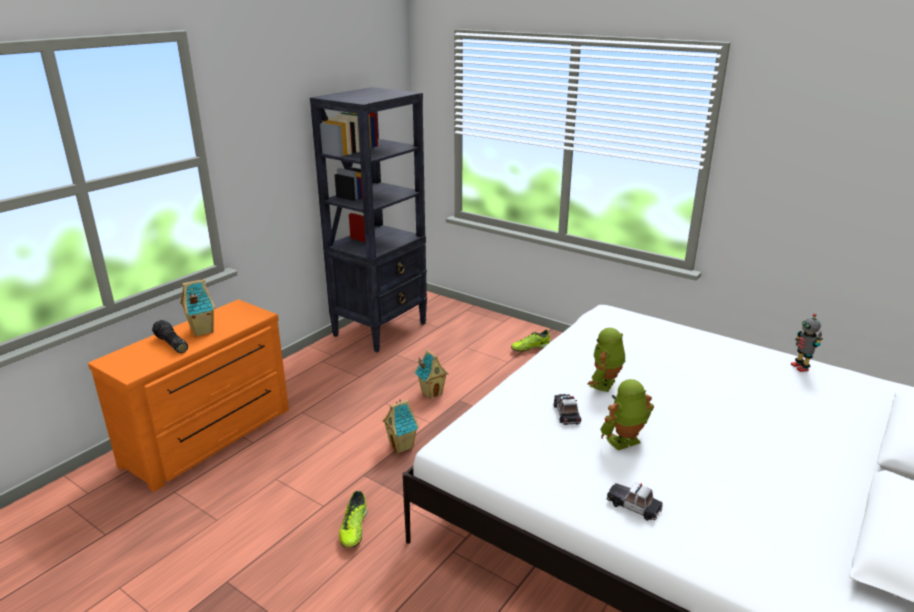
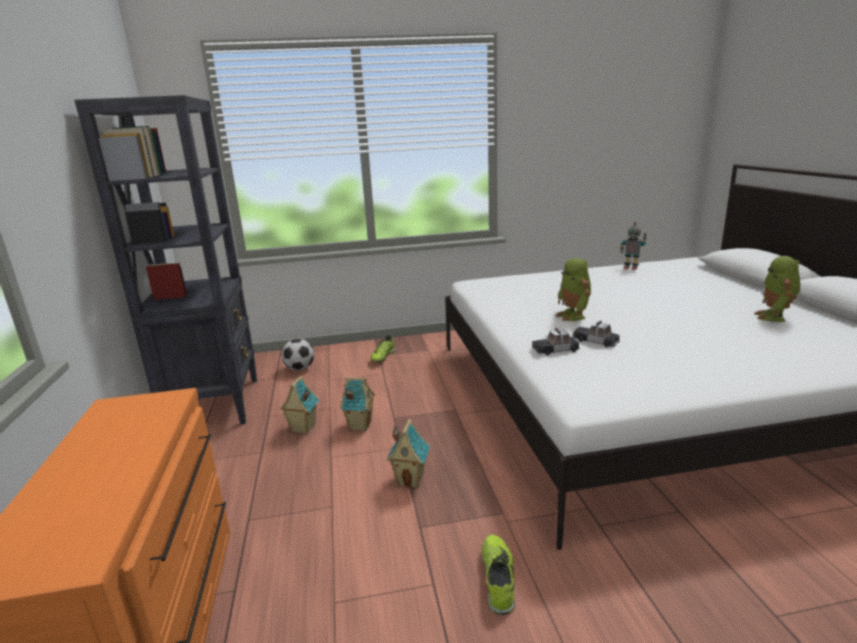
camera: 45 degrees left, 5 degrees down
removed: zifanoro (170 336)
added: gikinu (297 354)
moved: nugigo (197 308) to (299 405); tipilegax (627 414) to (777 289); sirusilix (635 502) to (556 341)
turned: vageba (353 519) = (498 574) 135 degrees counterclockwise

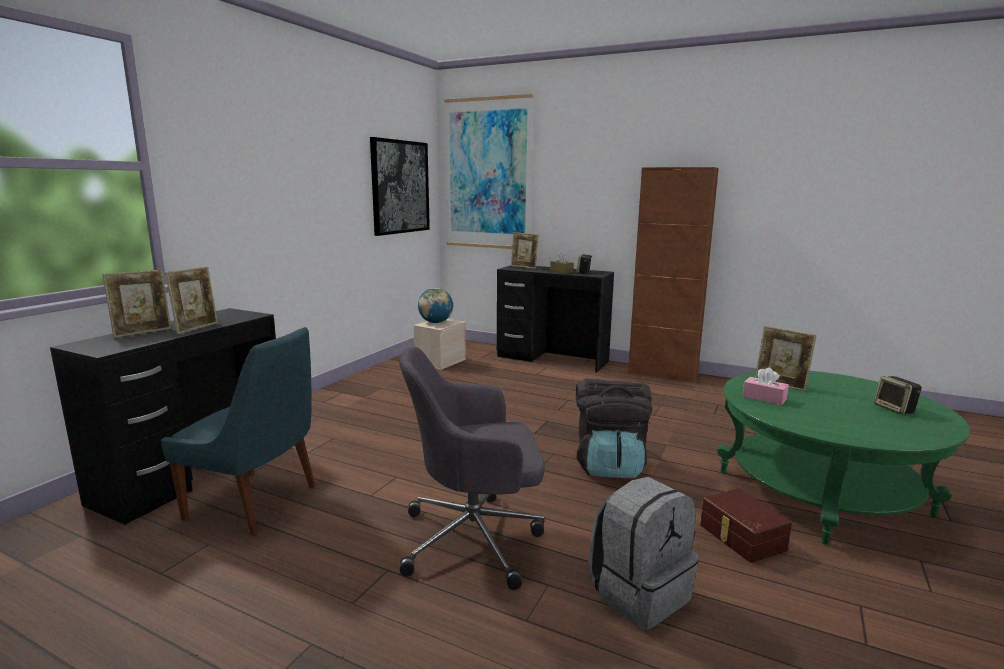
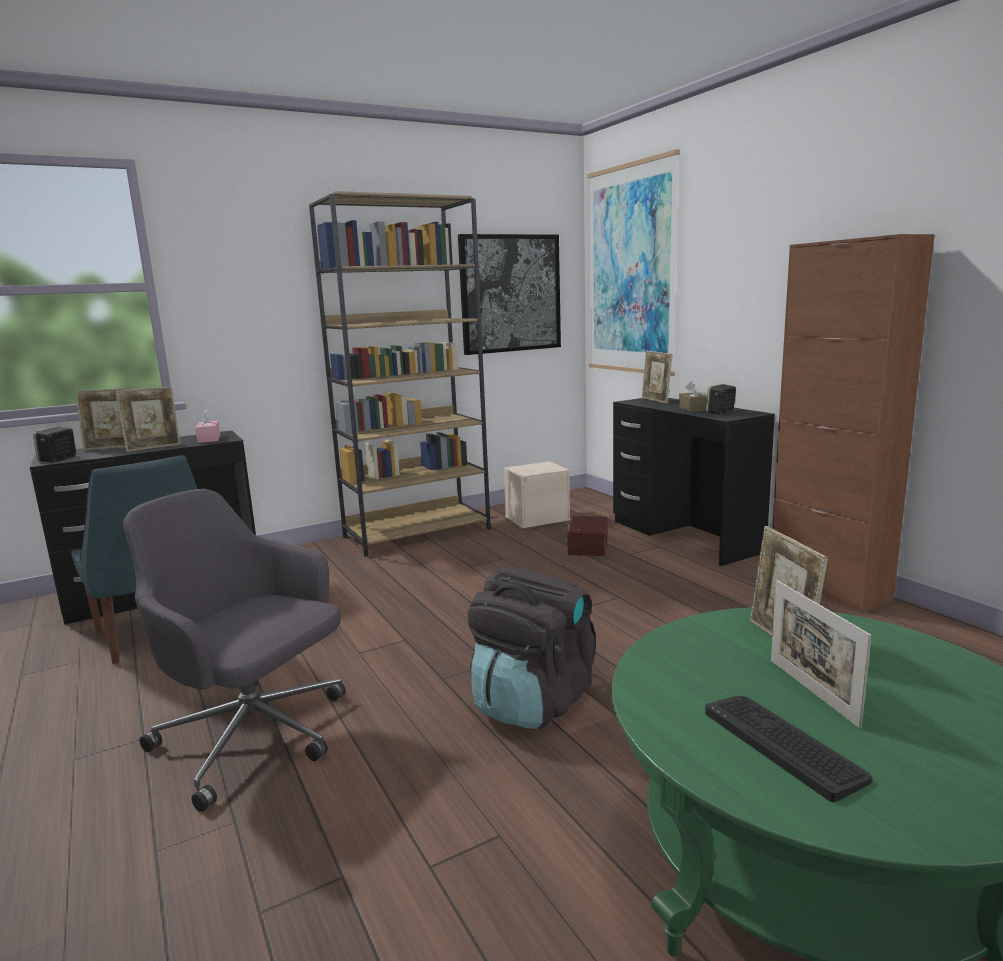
camera: 35 degrees right, 0 degrees up
removed: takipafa (435 305); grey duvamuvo (644 553)
added: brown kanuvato (400 374); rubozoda (789 749); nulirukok (821 654)
moved: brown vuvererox (746 525) to (587 536); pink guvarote (765 386) to (207 426); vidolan (898 395) to (54 444)

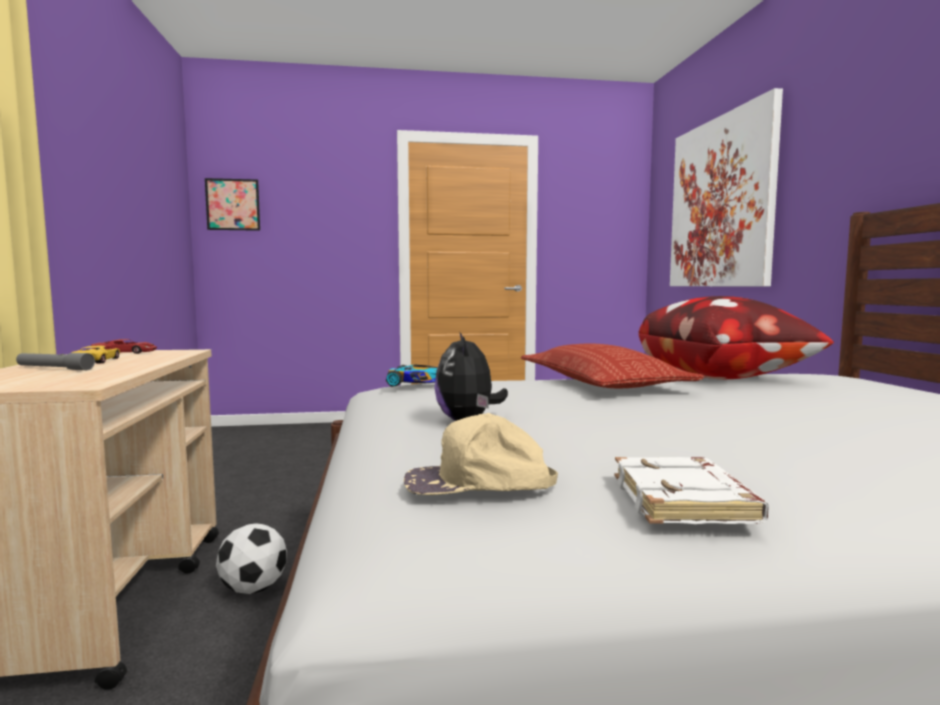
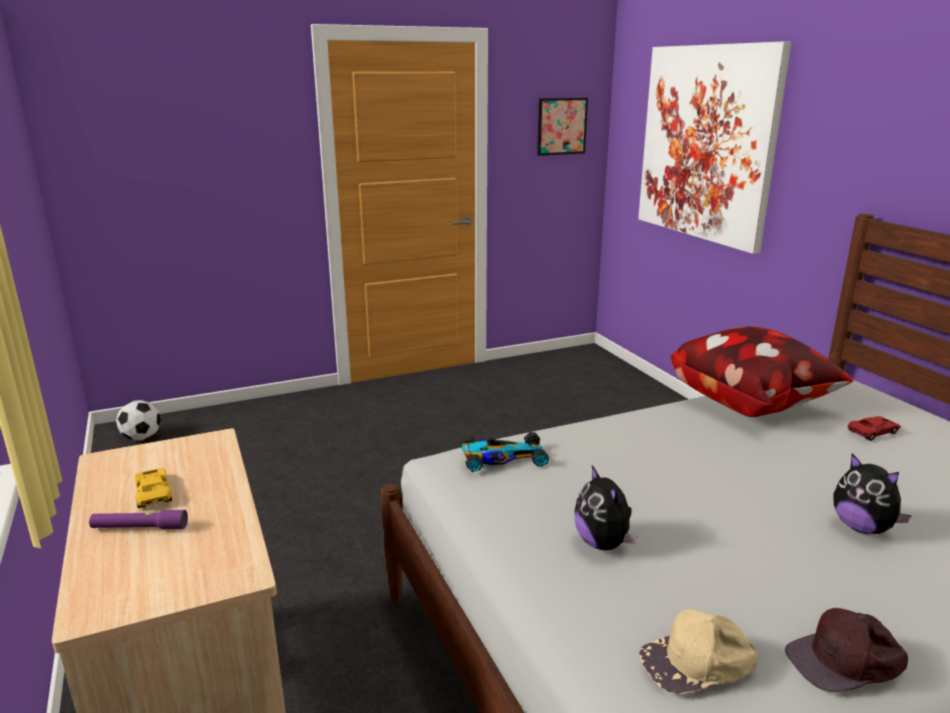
camera: 15 degrees left, 15 degrees up
removed: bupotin (612 365)
added: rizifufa (872 494)
moved: red sirusilix (124 346) to (874 428); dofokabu (232 204) to (562 127); gikinu (251 558) to (138 420)
replaced: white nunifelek (691 490) to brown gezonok (846 650)
recoloured: grey zifanoro (55 361) to purple zifanoro (138 519)

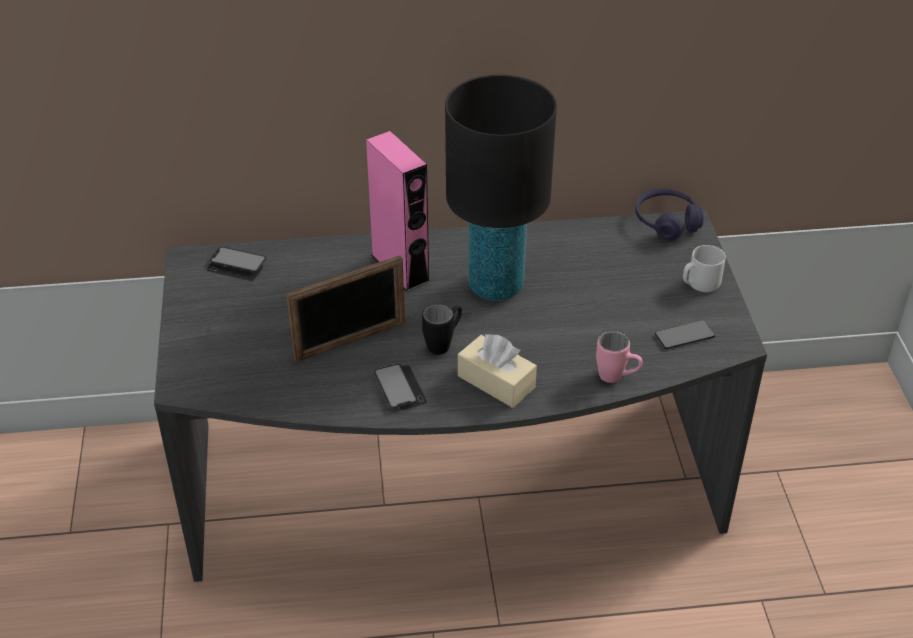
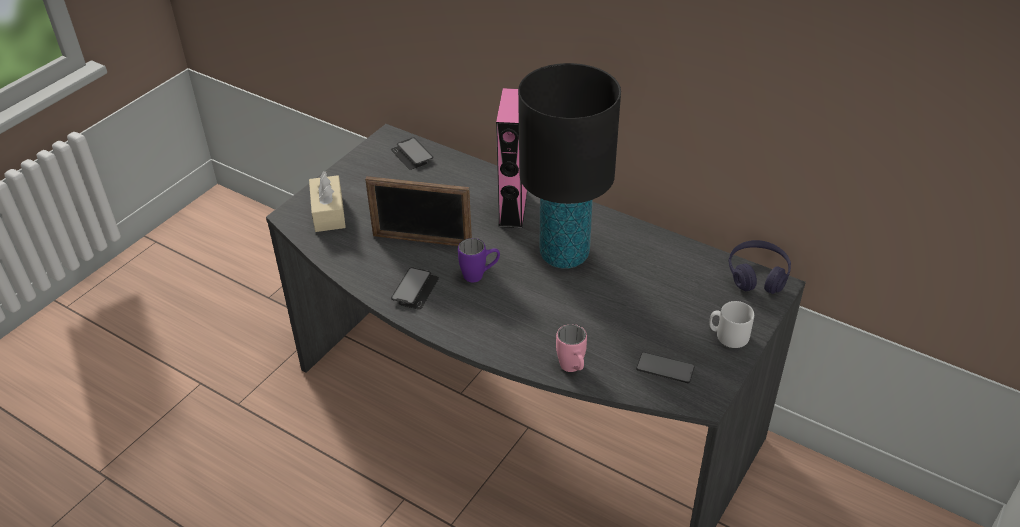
camera: 40 degrees right, 0 degrees up
moved: beige guvarote (497 371) to (327 201)
recoloured: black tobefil (442 329) to purple tobefil (479 260)

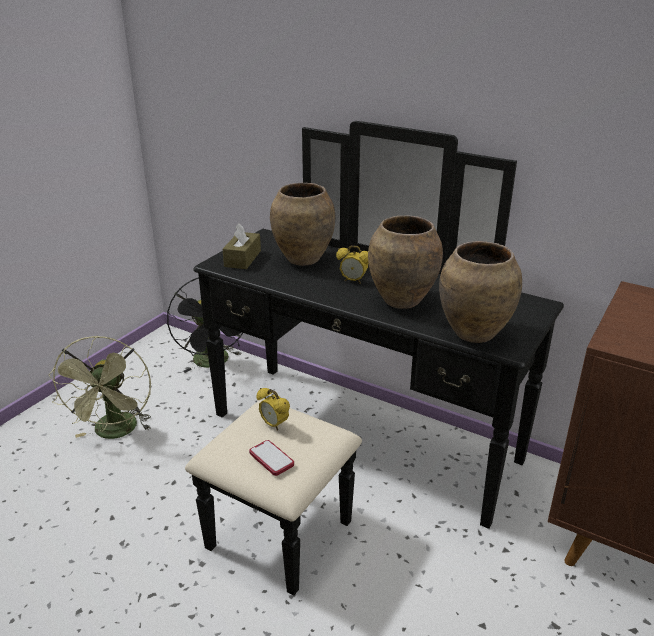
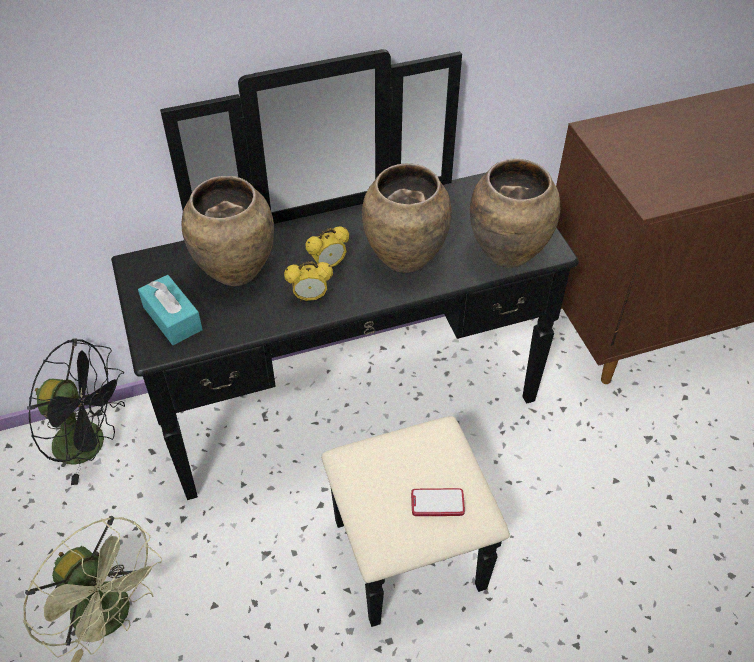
camera: 50 degrees left, 20 degrees up
moved: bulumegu (273 409) to (308 281)
recoloured: brown guvarote (242 246) to turquoise guvarote (170 310)

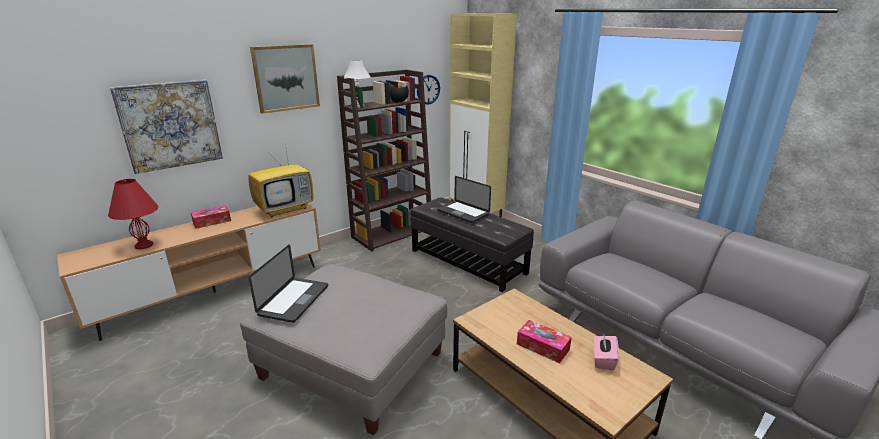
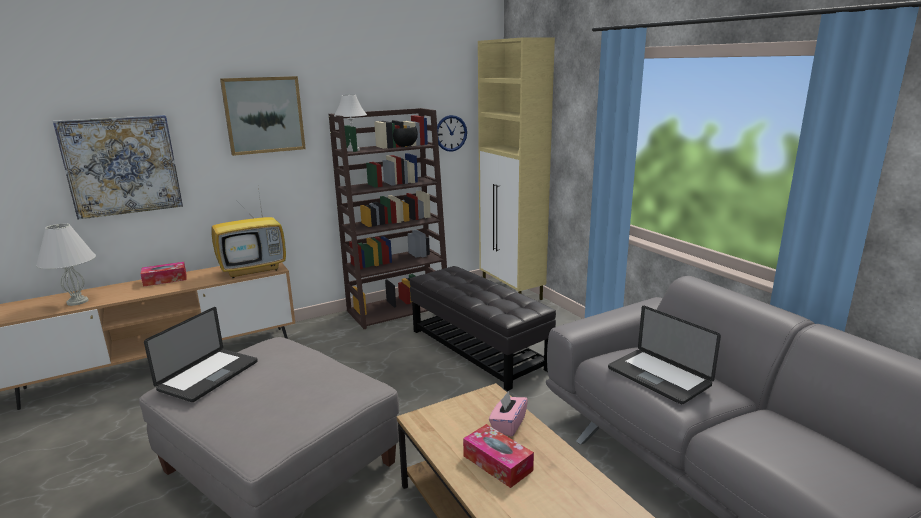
camera: 10 degrees right, 5 degrees down
moved: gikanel (464 199) to (664 355); pink guvarote (606 353) to (508 414)
recoloured: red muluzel (133 214) to white muluzel (66 264)

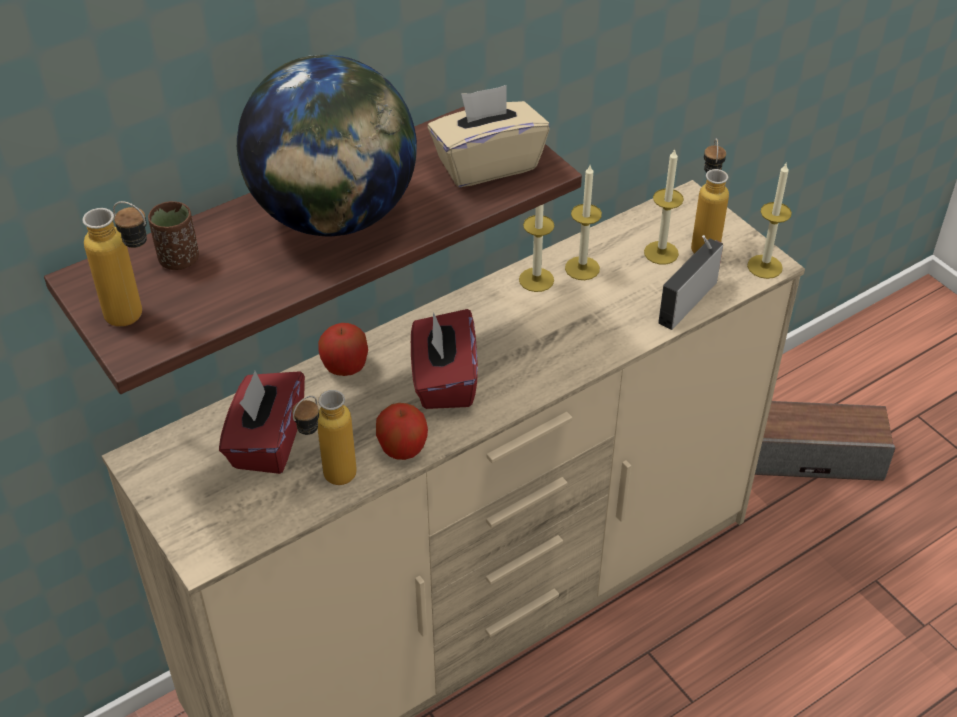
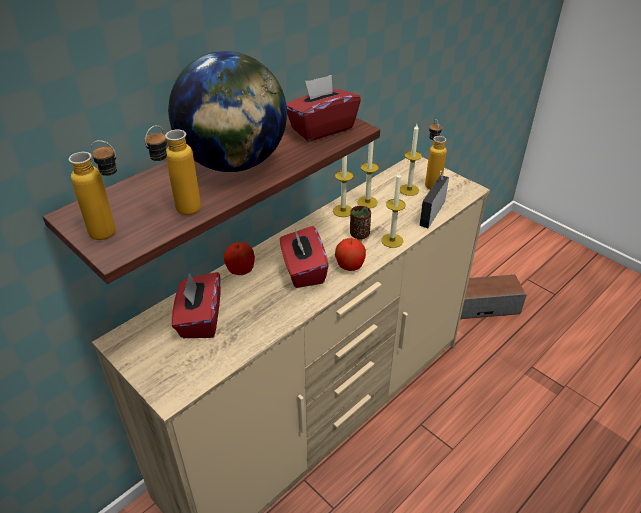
camera: 10 degrees left, 5 degrees down
moved: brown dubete (173 235) to (360 222); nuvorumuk (324 437) to (172 170); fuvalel (402 431) to (350 254); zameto (769 220) to (393 210)
recoloured: beige guvarote (488 136) to red guvarote (323 108)

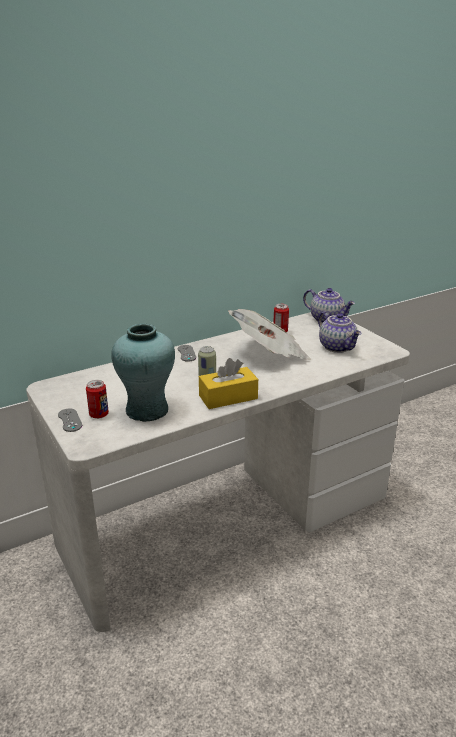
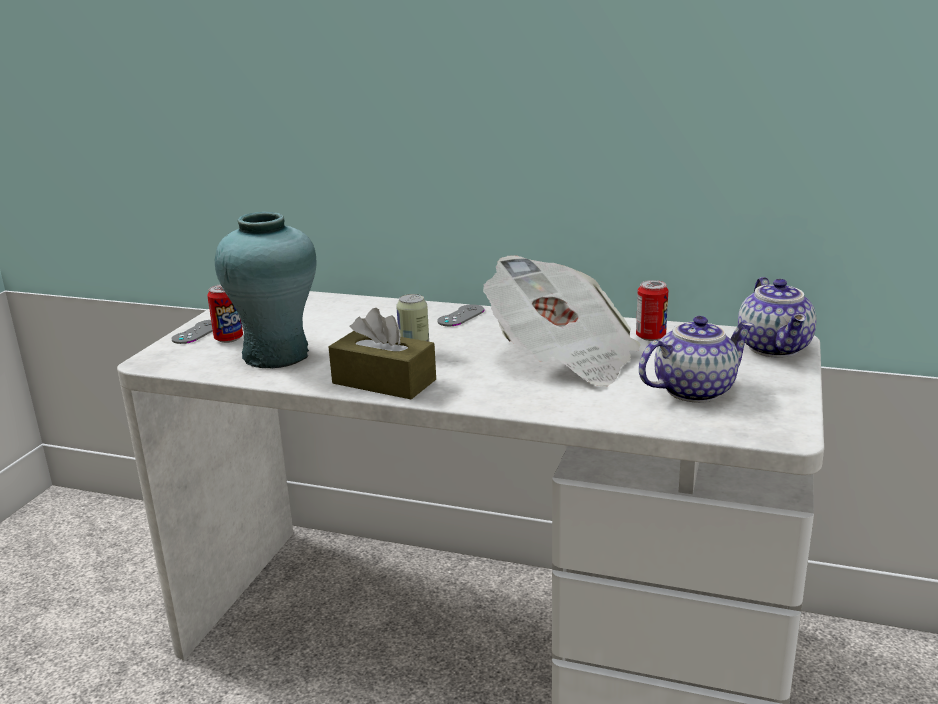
camera: 50 degrees right, 5 degrees down
recoloured: yellow guvarote (228 383) to brown guvarote (382 353)
turned: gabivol (339 332) = (696 359) 135 degrees counterclockwise

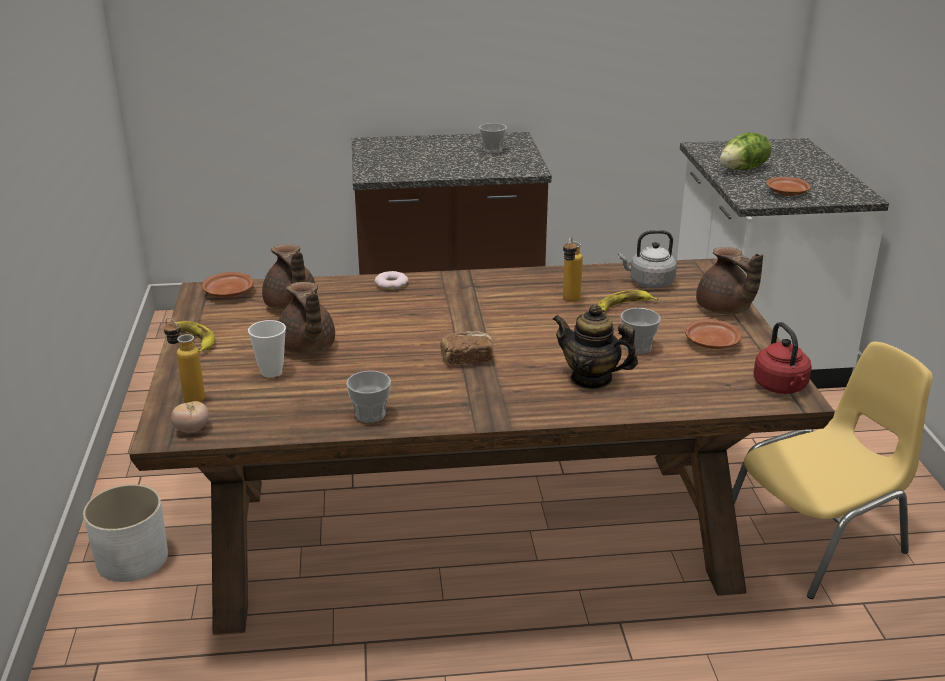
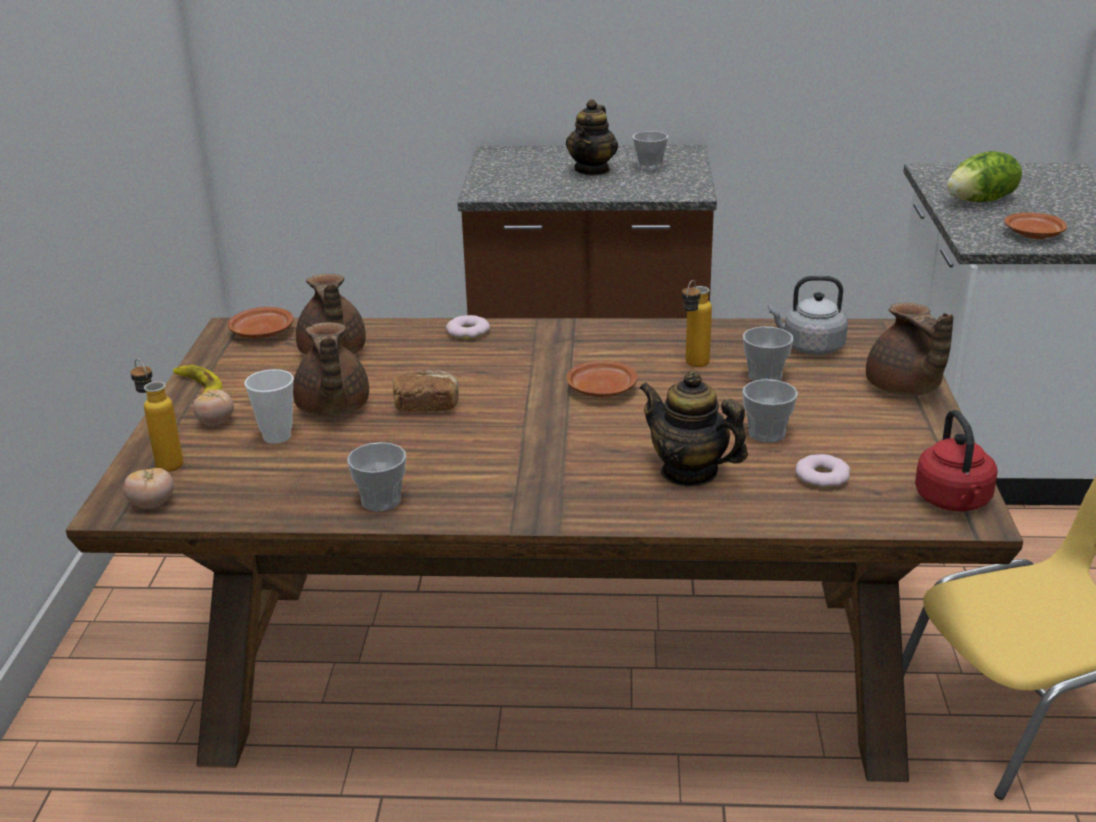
camera: 10 degrees right, 0 degrees up
removed: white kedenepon (125 533)
added: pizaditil (213 407); gabivol (592 137); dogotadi (823 471)
moved: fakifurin (466 347) to (426 391); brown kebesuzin (713 334) to (601 378)
replaced: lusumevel (628 301) to dubete (768 354)

